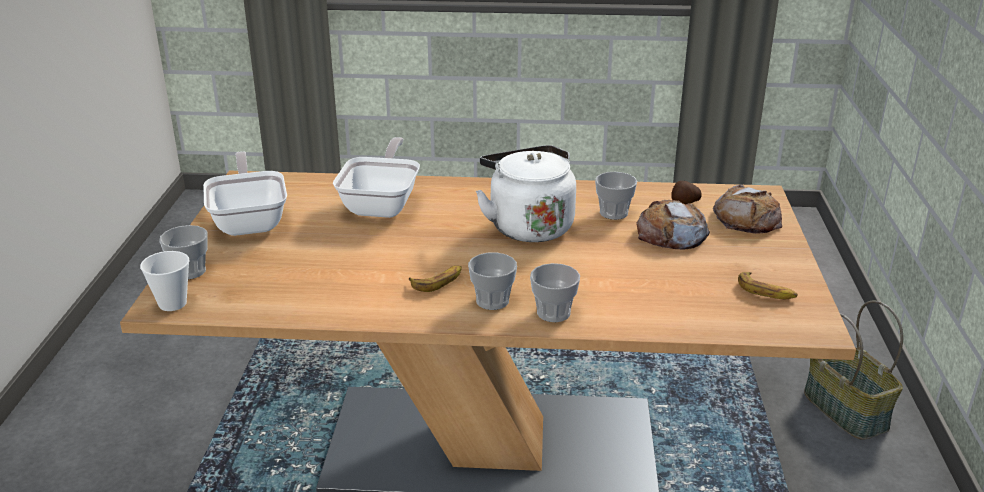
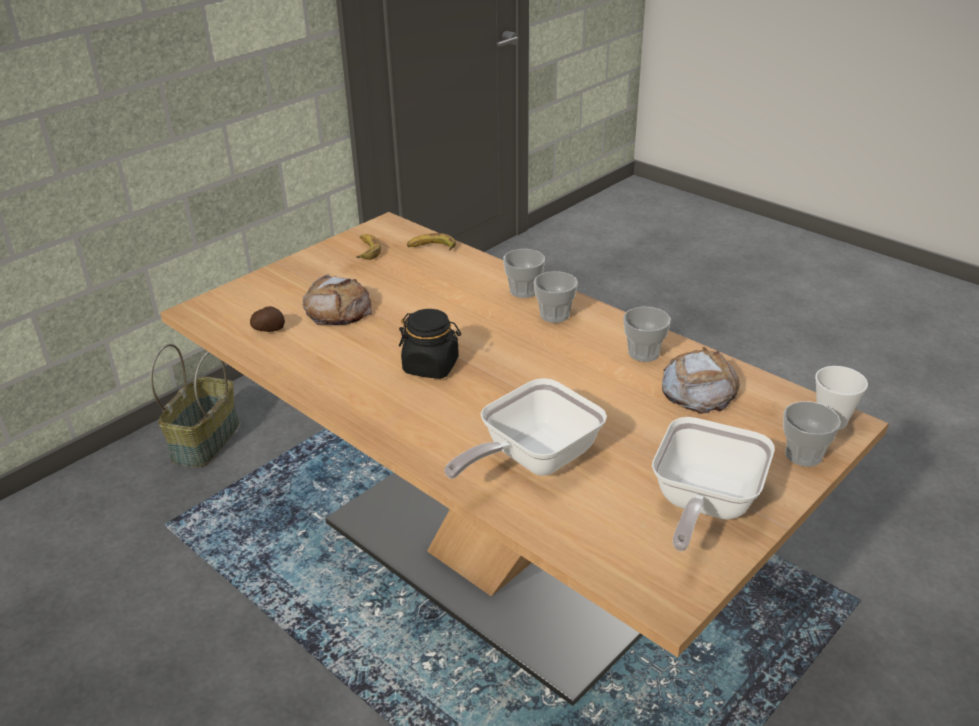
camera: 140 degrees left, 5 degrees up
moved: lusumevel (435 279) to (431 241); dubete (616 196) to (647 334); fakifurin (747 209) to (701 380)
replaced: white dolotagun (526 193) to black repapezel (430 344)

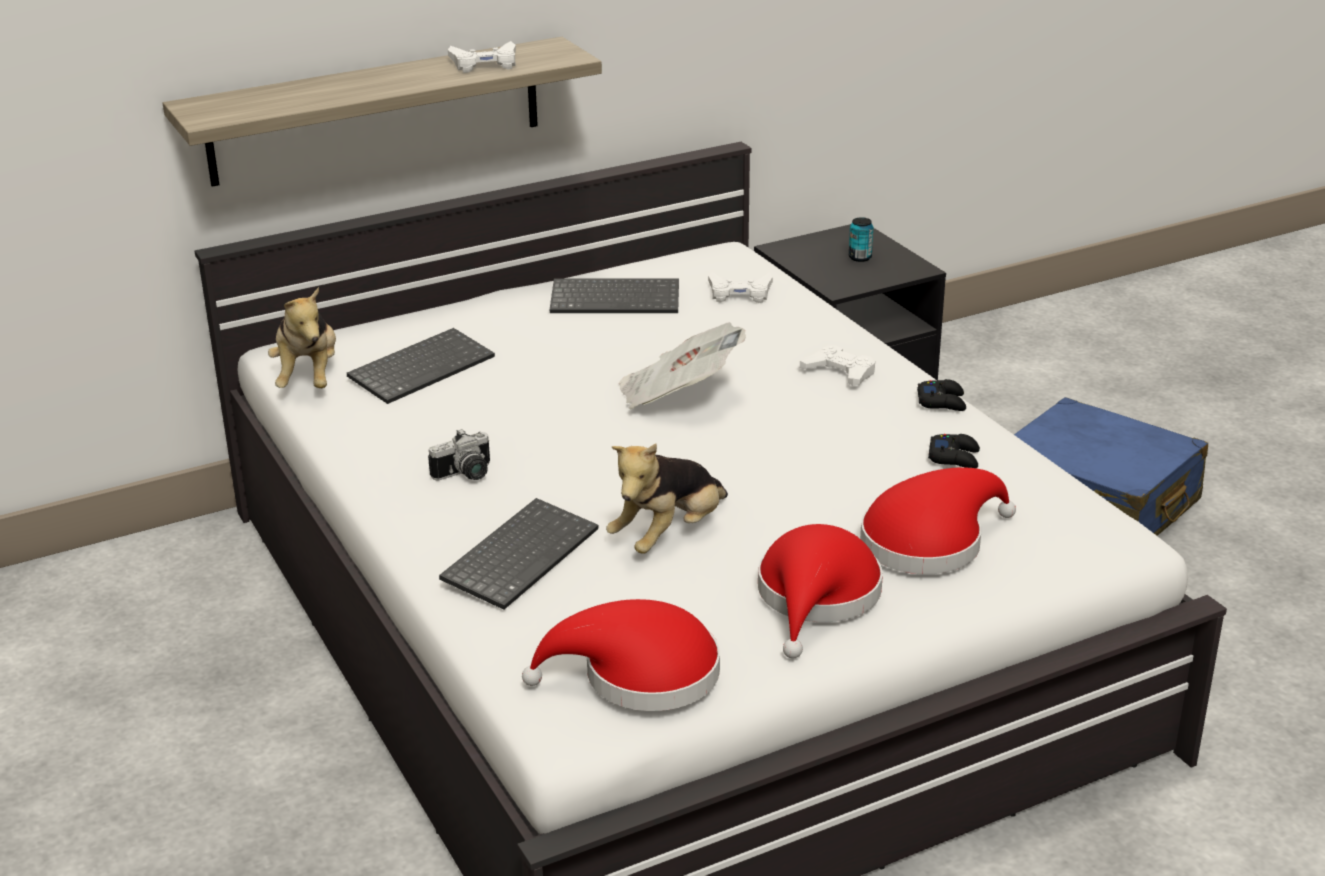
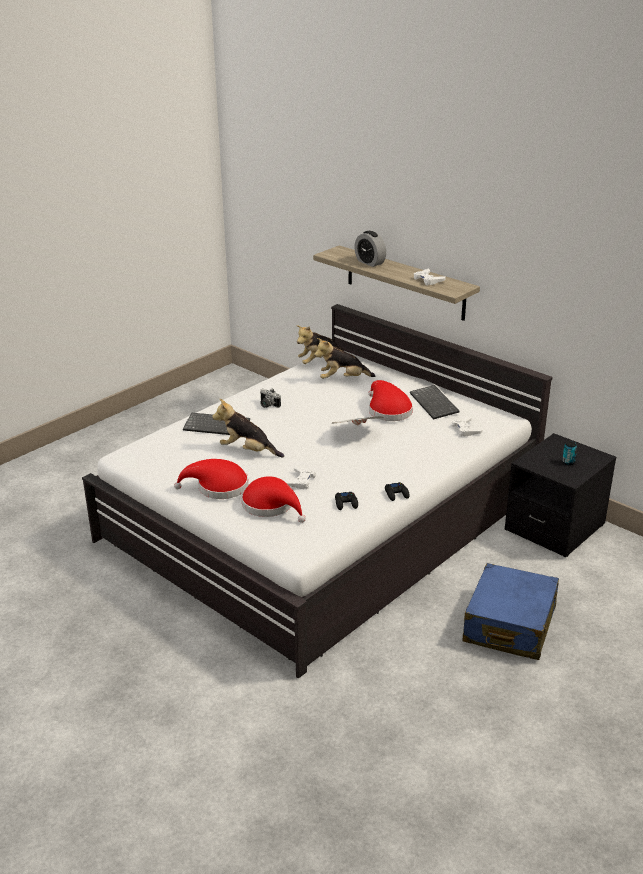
camera: 70 degrees right, 0 degrees up
added: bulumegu (370 249)
moved: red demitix (621 655) to (390 400); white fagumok (838 365) to (300 477)
replaced: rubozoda (421 366) to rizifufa (345 358)

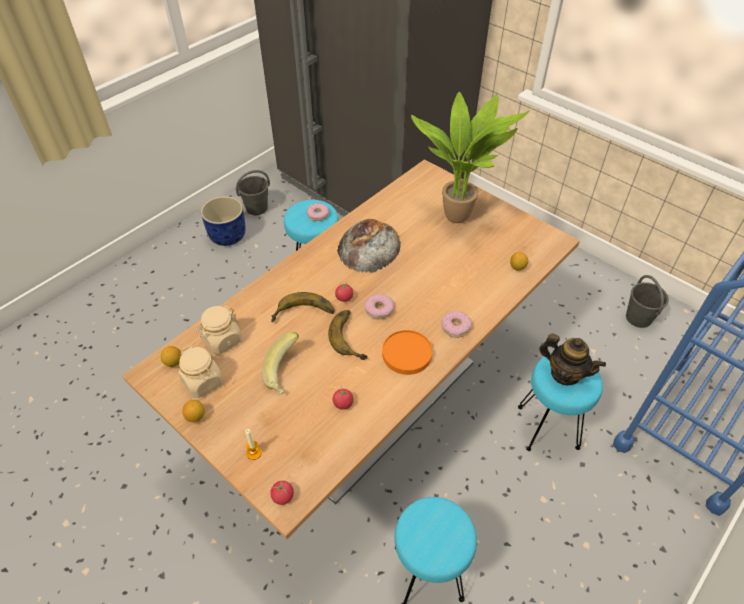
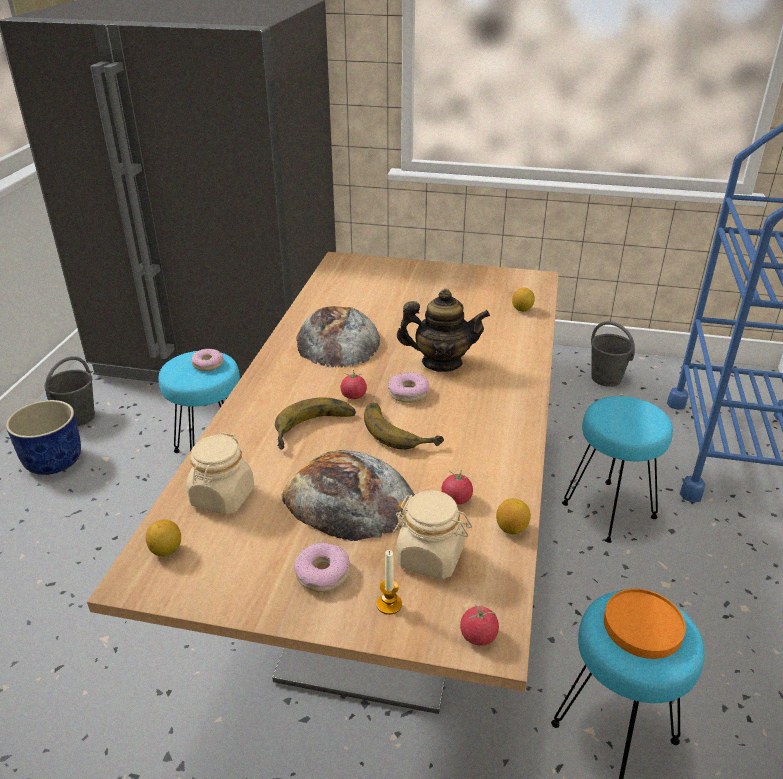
camera: 30 degrees left, 15 degrees down
removed: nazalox (470 157)
moved: beige repapezel (200 371) to (433 534); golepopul (193 411) to (513 516); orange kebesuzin (407 352) to (645 624); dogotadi (456 324) to (322 567); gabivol (572 359) to (443 330)
replaced: lusumevel (280 363) to fakifurin (348 495)

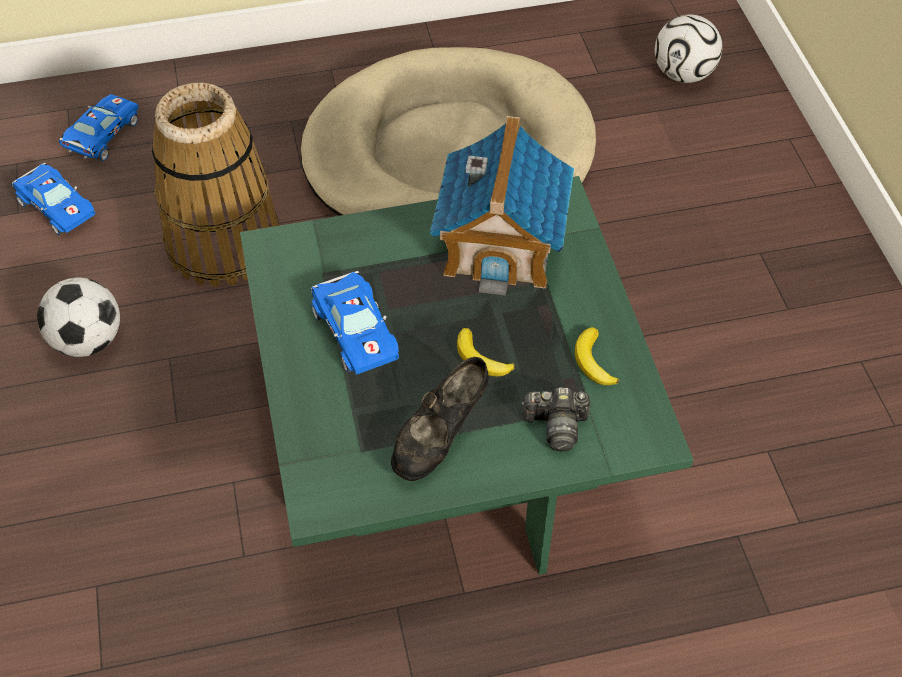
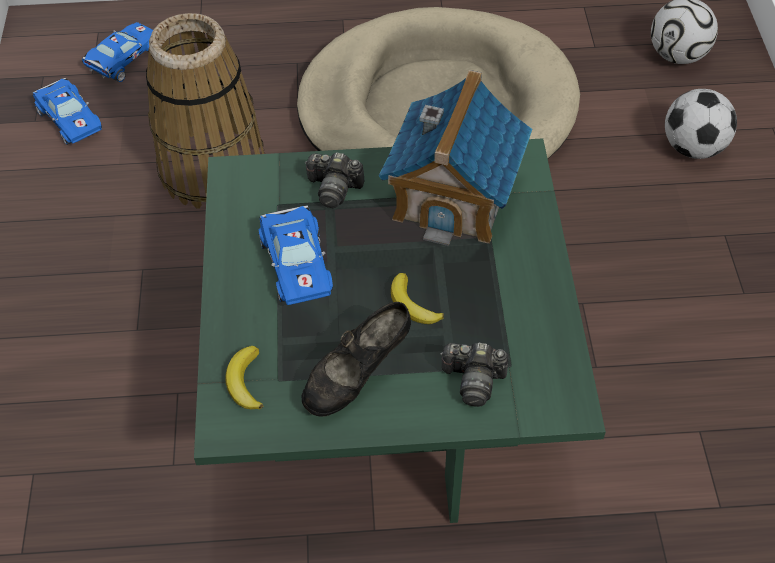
camera: 10 degrees right, 0 degrees up
added: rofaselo (334 180)
moved: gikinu (78 317) to (701 124); lusumevel (597 356) to (244 377)

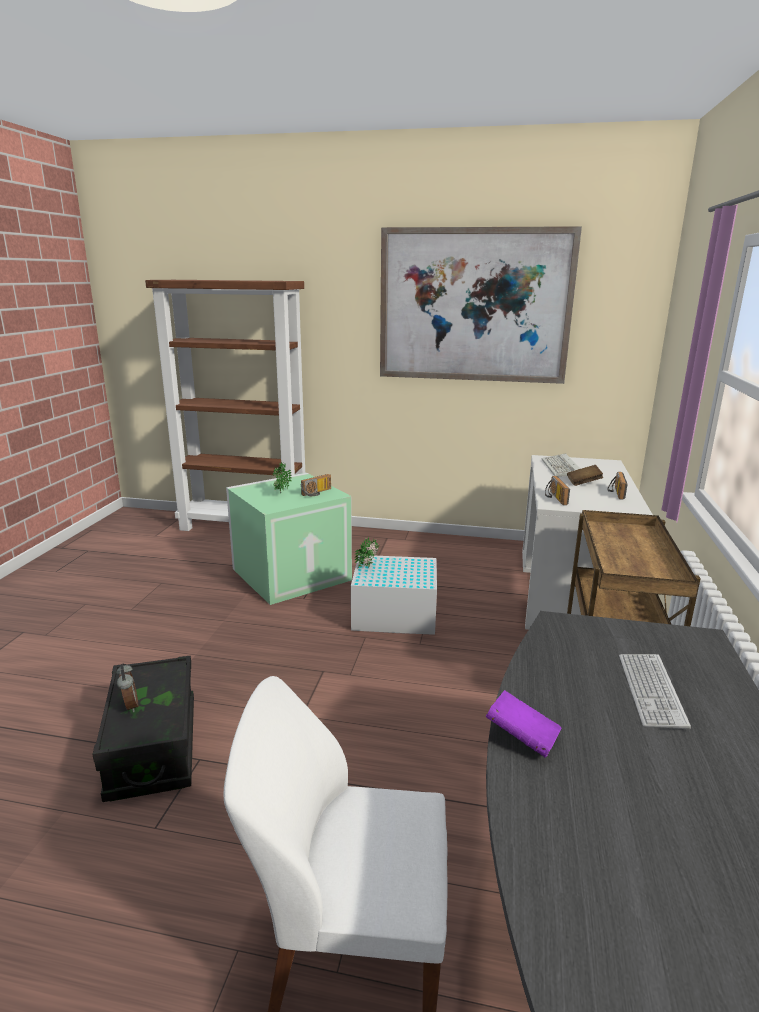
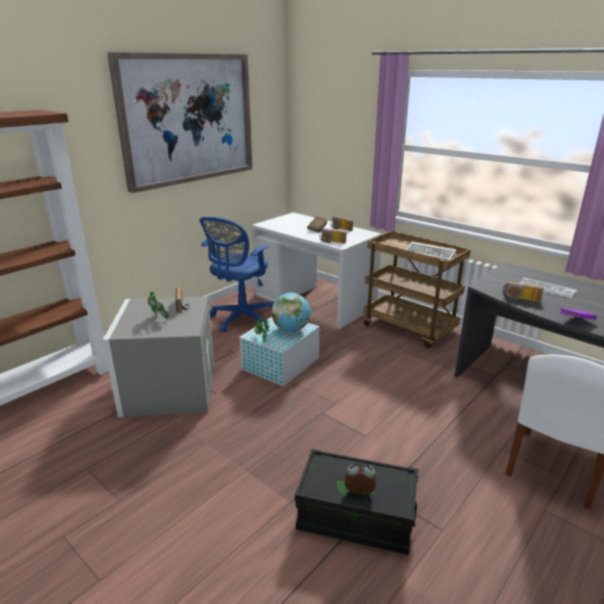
camera: 60 degrees left, 5 degrees up
added: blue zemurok (236 274); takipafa (291 312); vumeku (523 292)
moved: rubozoda (560 465) to (431 251)
recoloured: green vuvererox (289 539) to grey vuvererox (158 356)

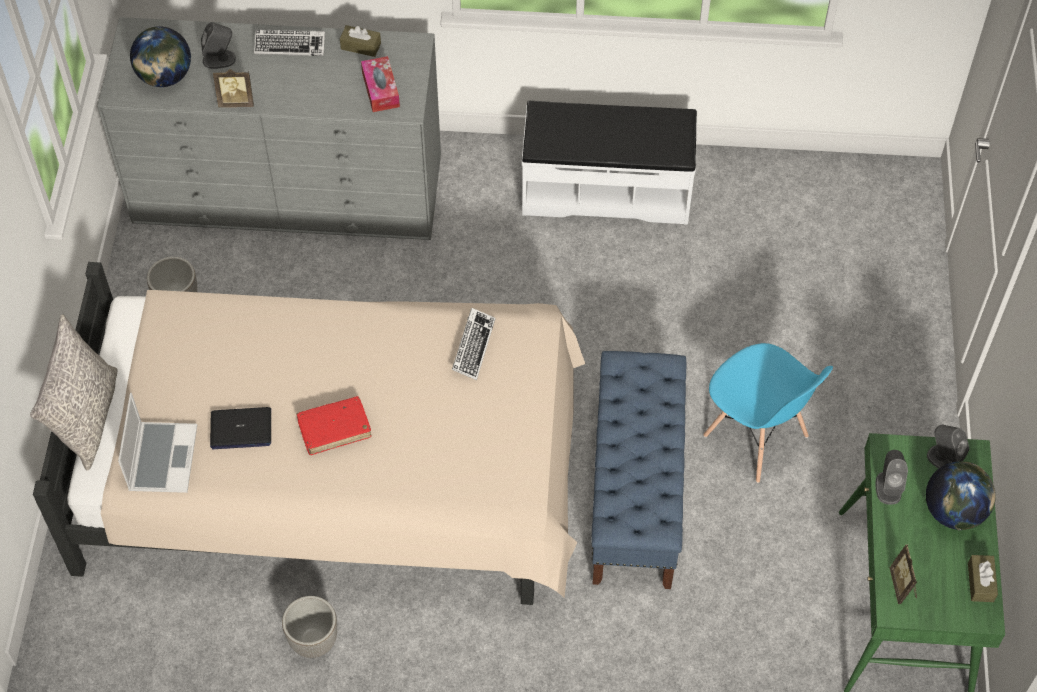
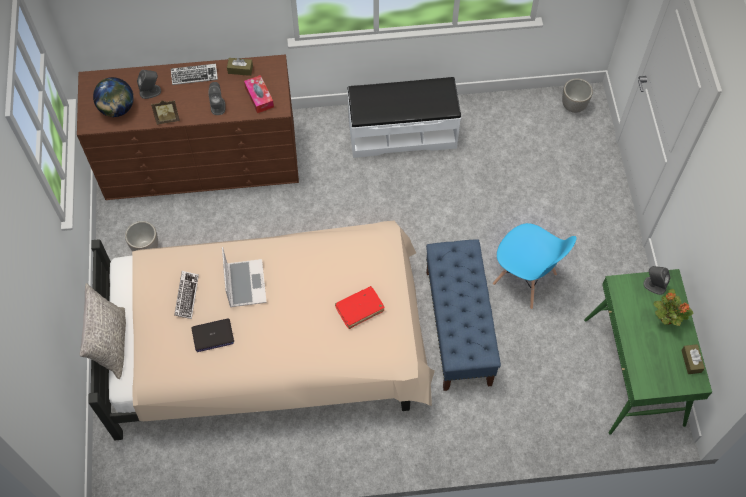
camera: 10 degrees left, 5 degrees up
removed: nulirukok (903 574)
moved: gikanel (157 443) to (244 277); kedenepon (309 627) to (577 95); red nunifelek (333 425) to (360 307); rubozoda (473 344) to (186 295); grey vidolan (892 477) to (217 98)
replaced: takipafa (961 496) to nazalox (673 307)
recoloured: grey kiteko (269 128) to brown kiteko (188 127)

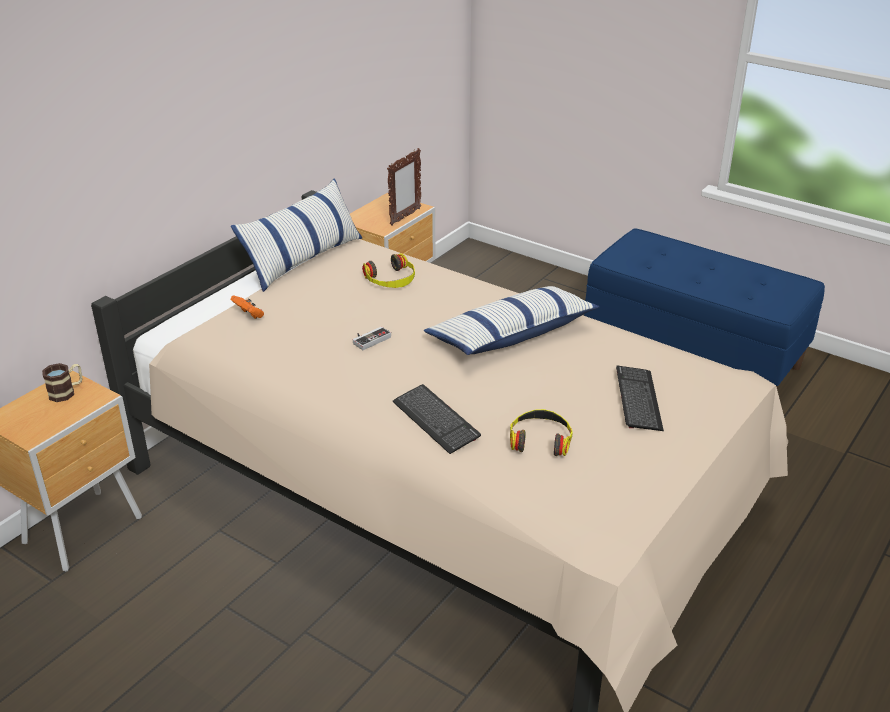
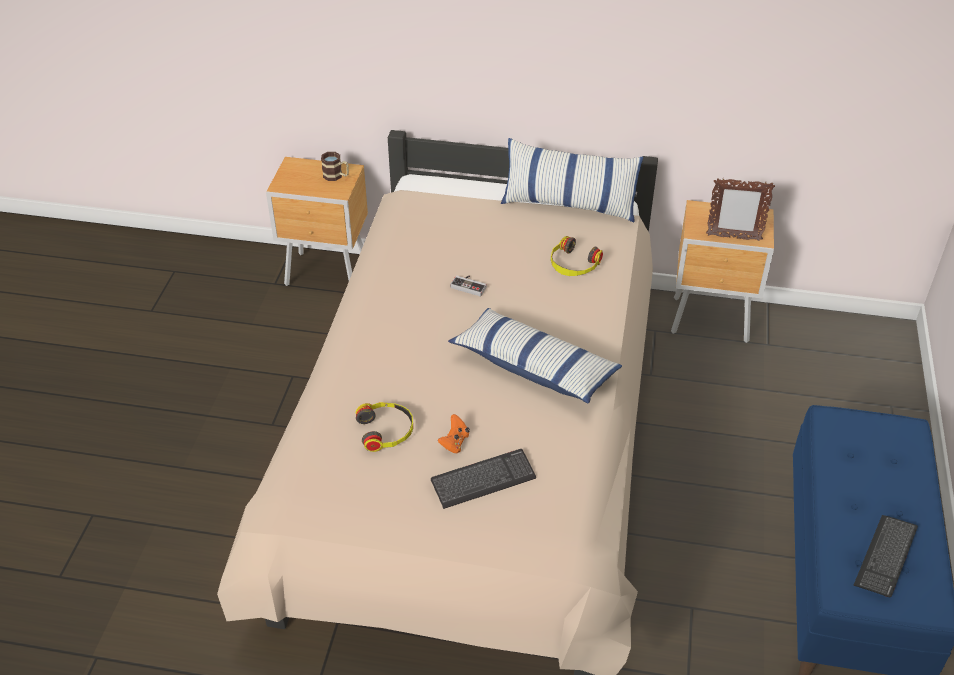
camera: 65 degrees right, 10 degrees up
moved: orange fagumok (247 306) to (454 434); rubozoda (437 419) to (885 556)

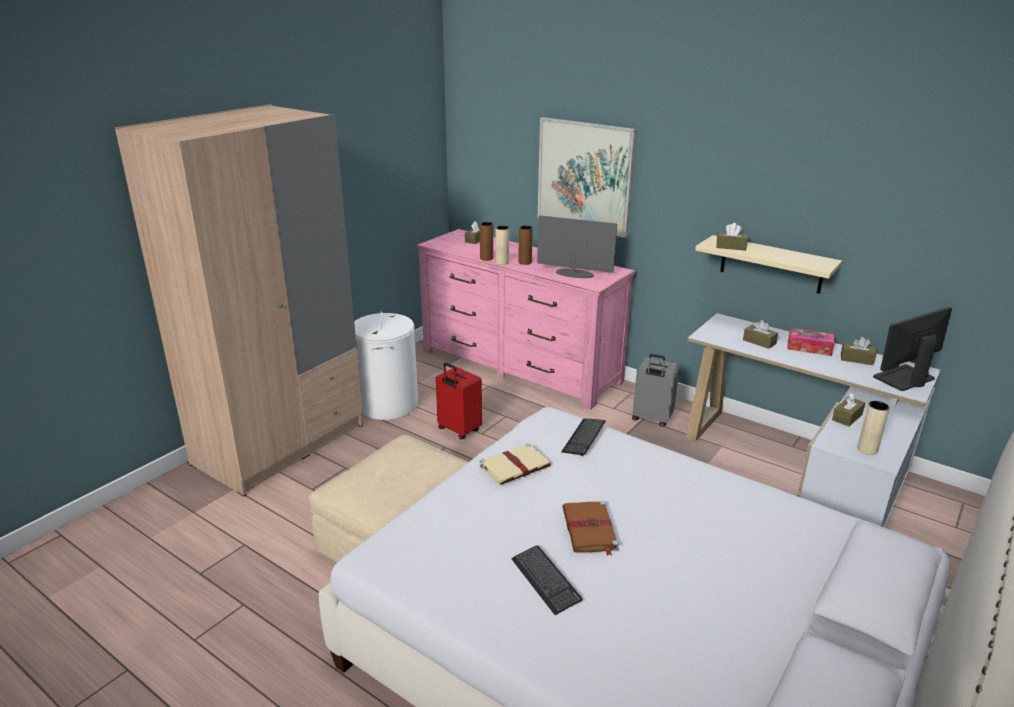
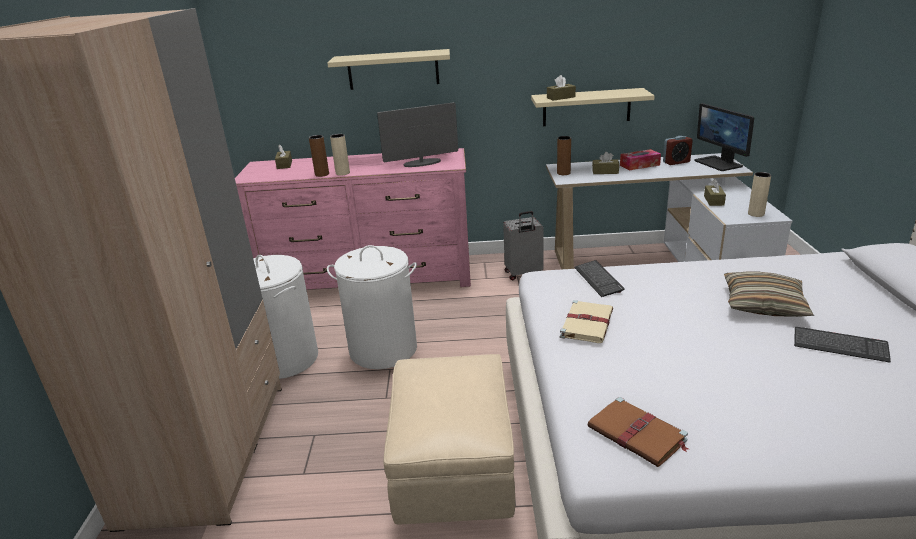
camera: 35 degrees left, 0 degrees up
added: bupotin (769 294)
moved: rubozoda (547 580) to (842 345); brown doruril (525 245) to (564 155); brown nunifelek (590 528) to (638 432)
replaced: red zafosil (459 401) to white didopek (372 307); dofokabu (587 177) to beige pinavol (388 69); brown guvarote (858 351) to bulumegu (678 150)
turned: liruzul (912 349) = (724 137) 45 degrees counterclockwise

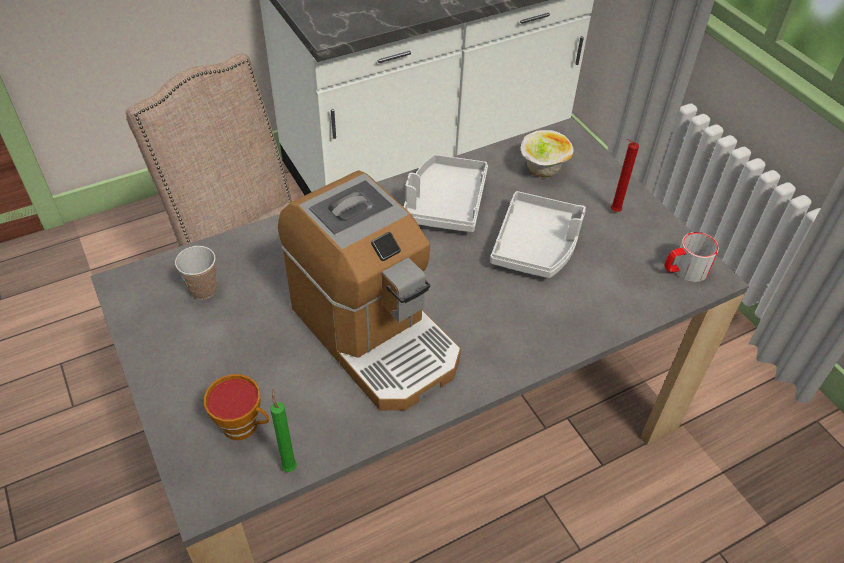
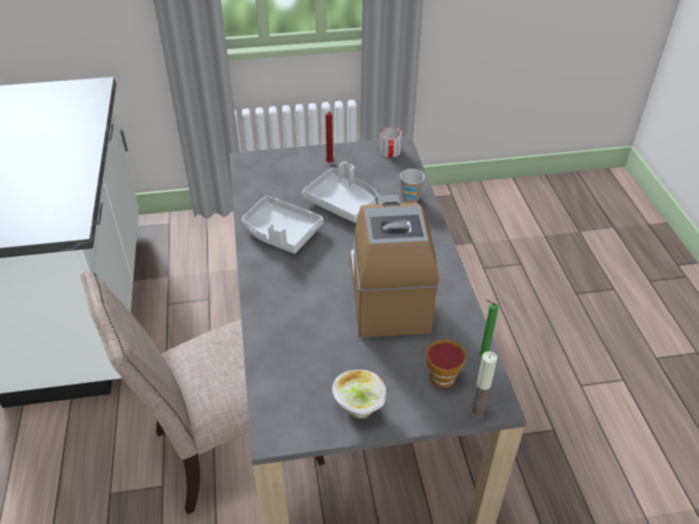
camera: 70 degrees left, 5 degrees down
added: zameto (483 385)
moved: dubete (196 273) to (412 186); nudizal (547 153) to (359 394)
turned: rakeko (369 290) = (394 266) 75 degrees counterclockwise

